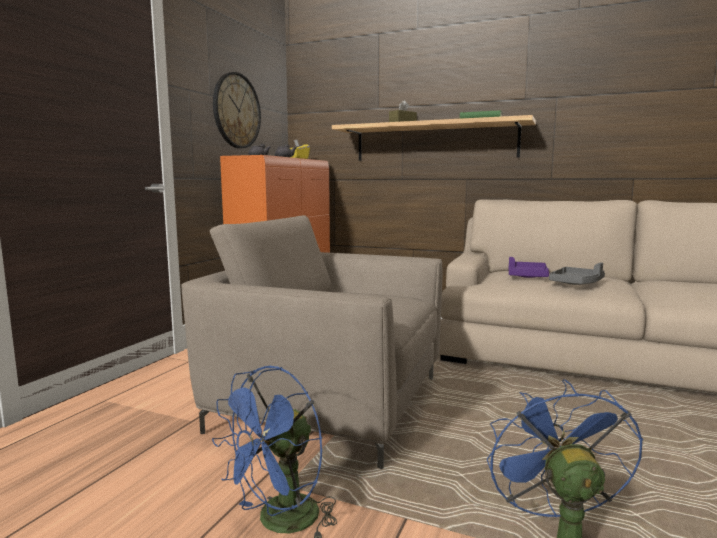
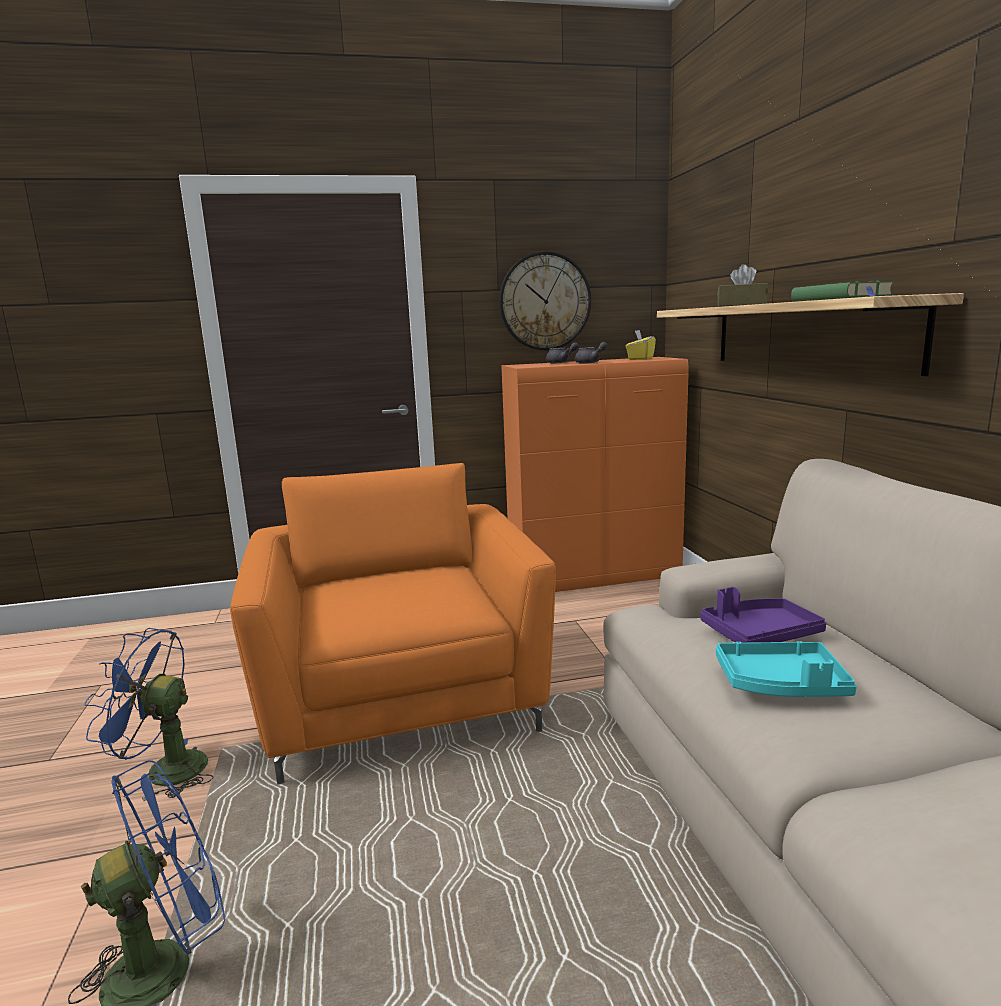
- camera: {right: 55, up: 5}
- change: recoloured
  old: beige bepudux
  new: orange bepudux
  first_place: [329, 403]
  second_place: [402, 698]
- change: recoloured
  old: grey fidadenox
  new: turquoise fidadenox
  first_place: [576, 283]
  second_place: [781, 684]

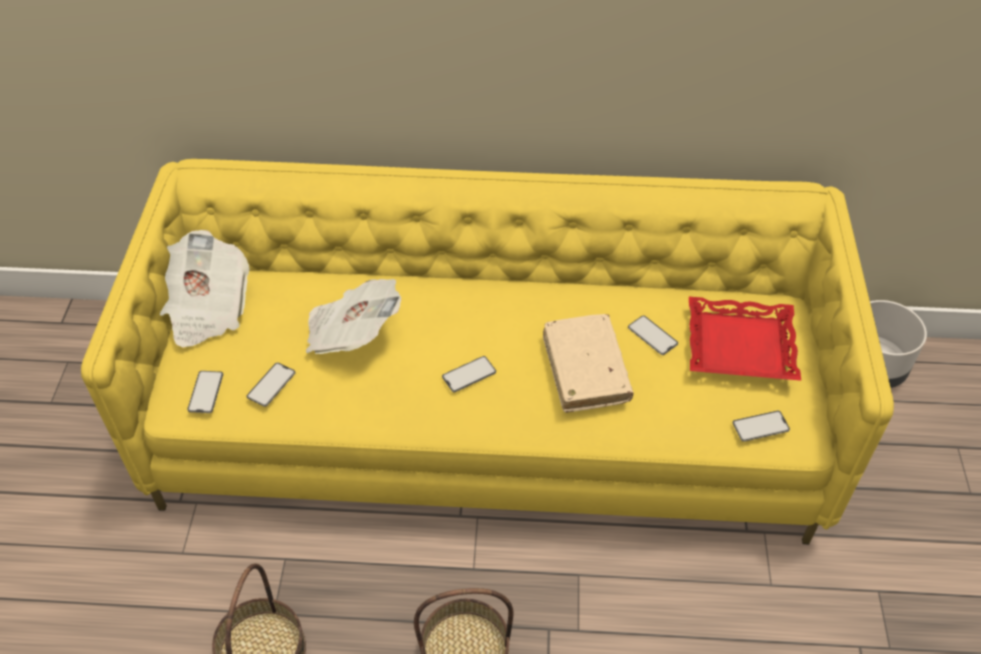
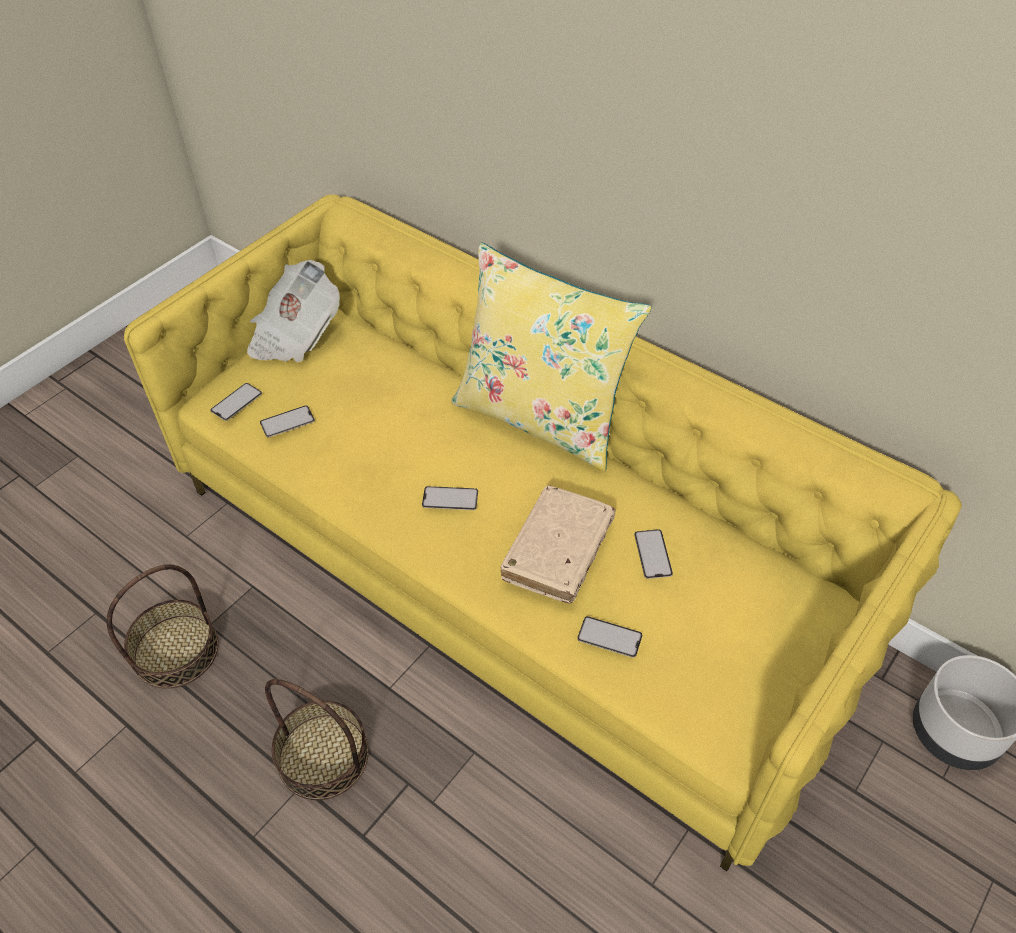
- camera: {right: 35, up: 0}
- change: removed
  old: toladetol
  first_place: [352, 334]
- change: removed
  old: red fidadenox
  first_place: [740, 345]
- change: added
  new: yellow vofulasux
  second_place: [541, 417]
- change: moved
  old: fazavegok
  first_place: [760, 426]
  second_place: [609, 637]

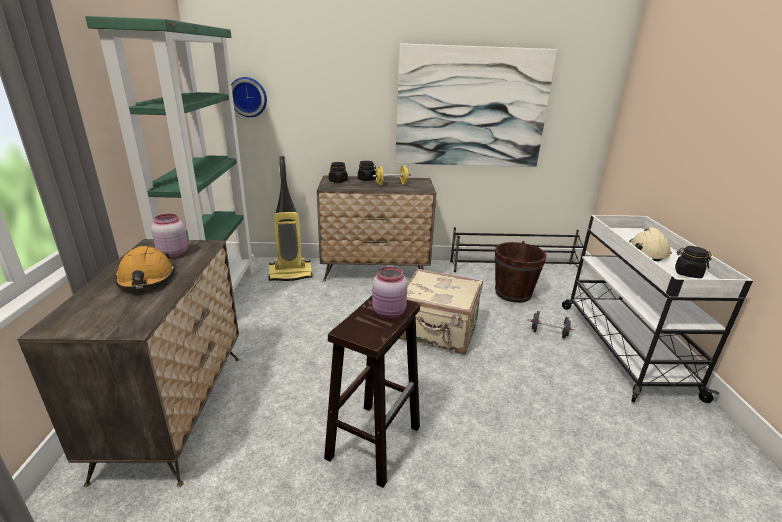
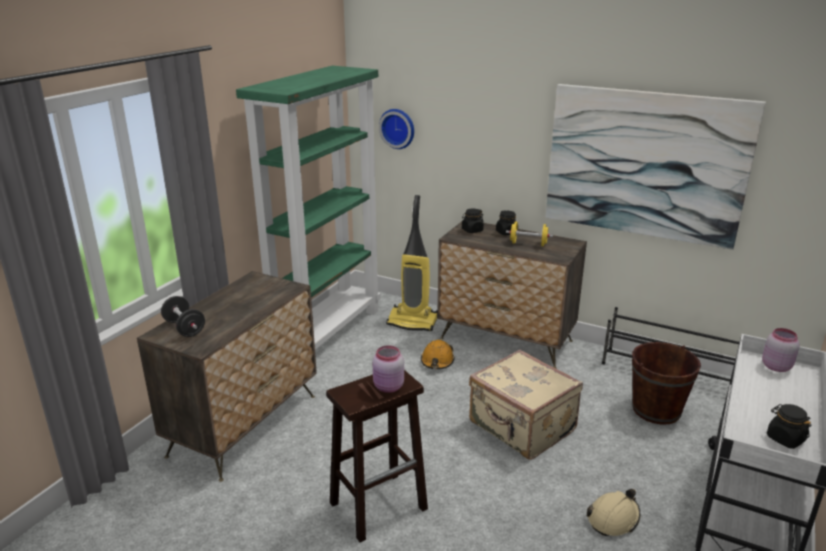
- camera: {right: 30, up: 0}
- change: moved
  old: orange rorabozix
  first_place: [146, 279]
  second_place: [437, 361]
- change: moved
  old: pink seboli
  first_place: [173, 253]
  second_place: [775, 366]
- change: moved
  old: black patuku
  first_place: [548, 333]
  second_place: [184, 328]
- change: moved
  old: beige rorabozix
  first_place: [647, 252]
  second_place: [613, 518]

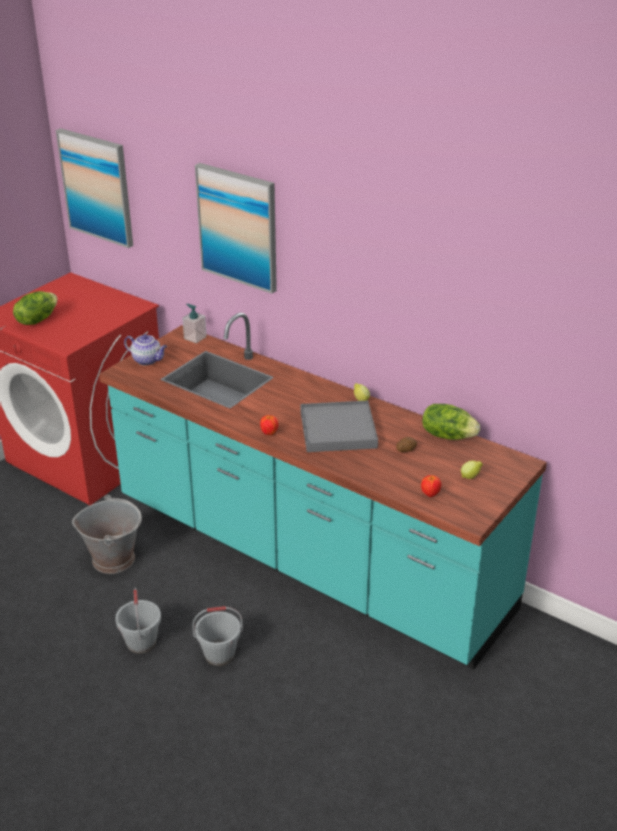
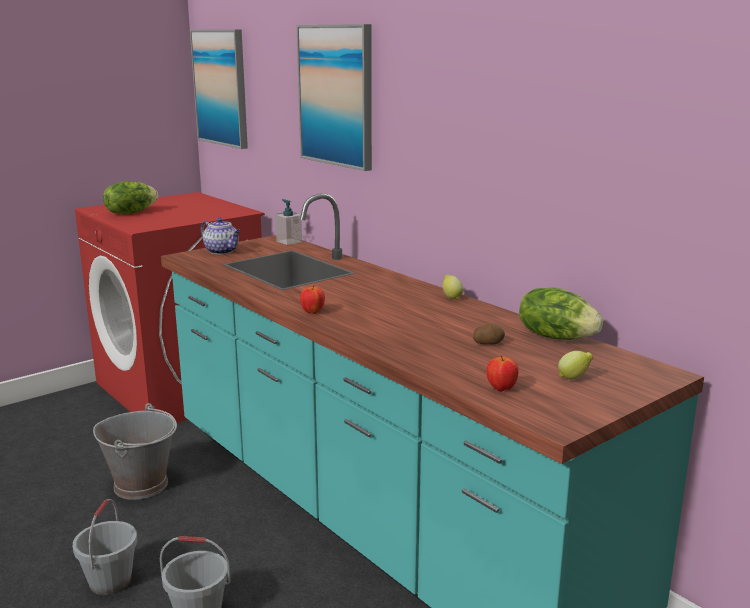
- camera: {right: 15, up: -15}
- change: removed
  old: grey fidadenox
  first_place: [337, 430]

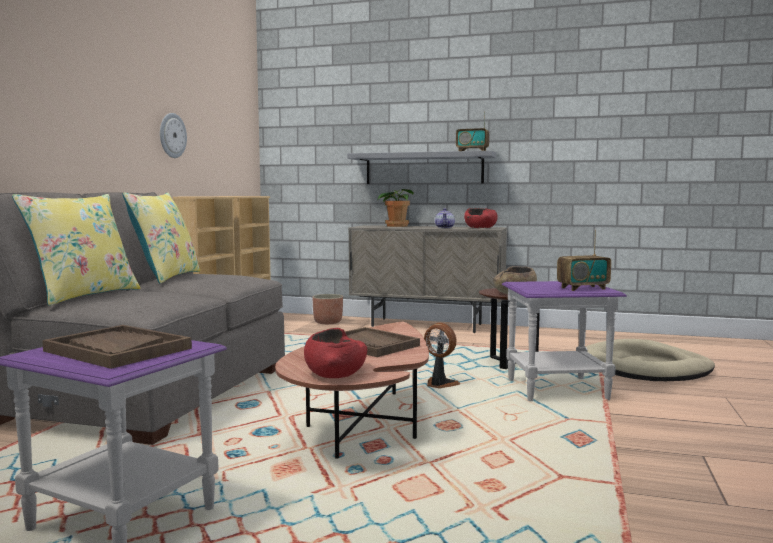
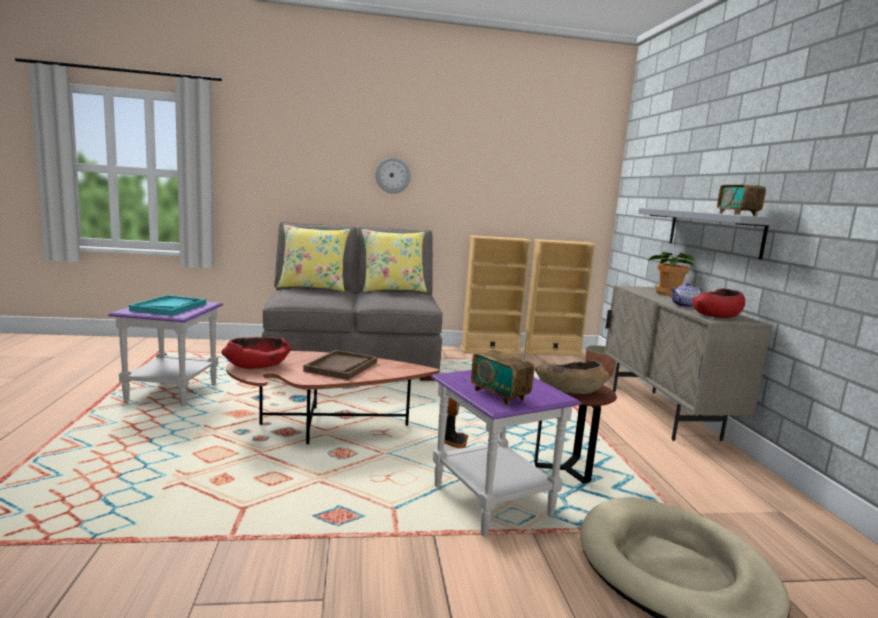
- camera: {right: 65, up: 5}
- change: moved
  old: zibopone
  first_place: [172, 135]
  second_place: [393, 175]
- change: recoloured
  old: brown fidadenox
  new: turquoise fidadenox
  first_place: [117, 350]
  second_place: [169, 307]

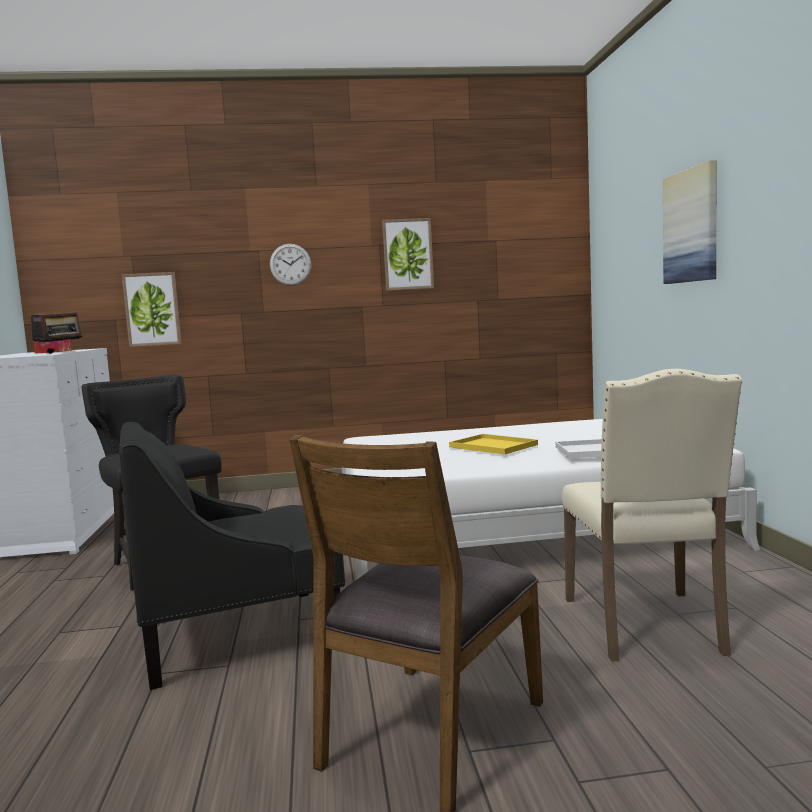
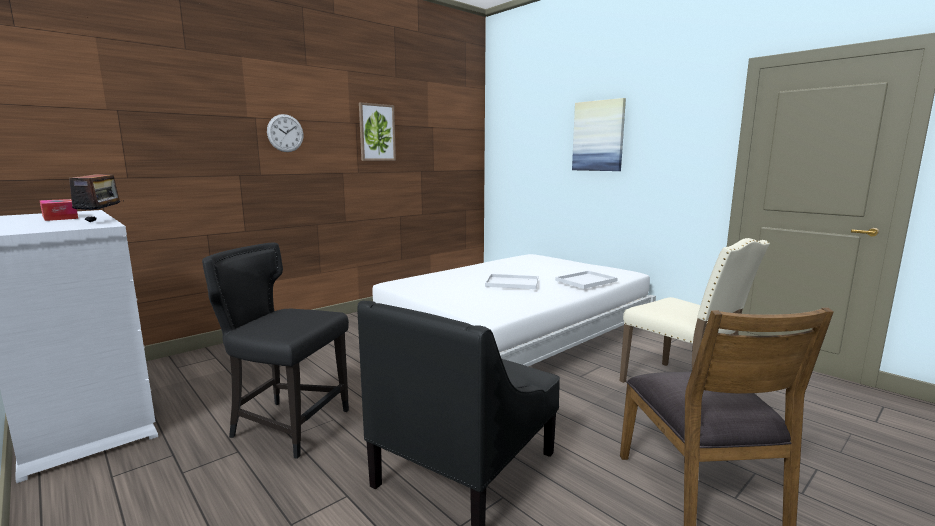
- camera: {right: -35, up: 5}
- change: removed
  old: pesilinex
  first_place: [152, 309]
- change: recoloured
  old: yellow fidadenox
  new: white fidadenox
  first_place: [494, 446]
  second_place: [513, 283]

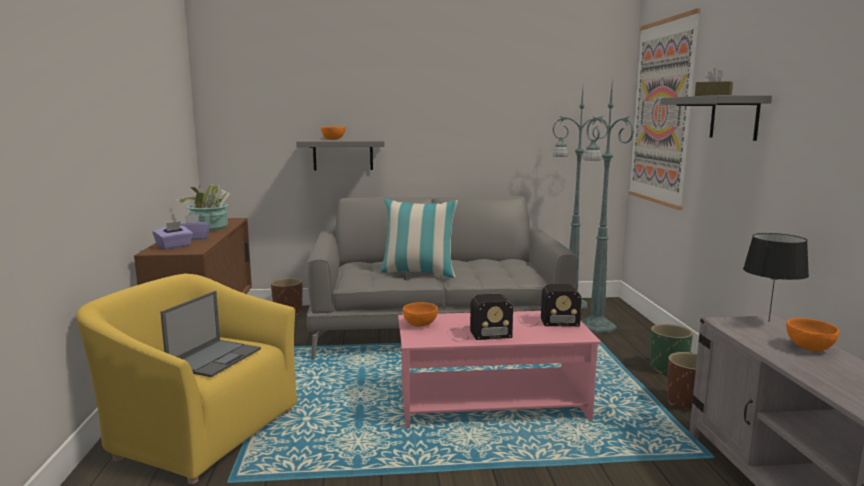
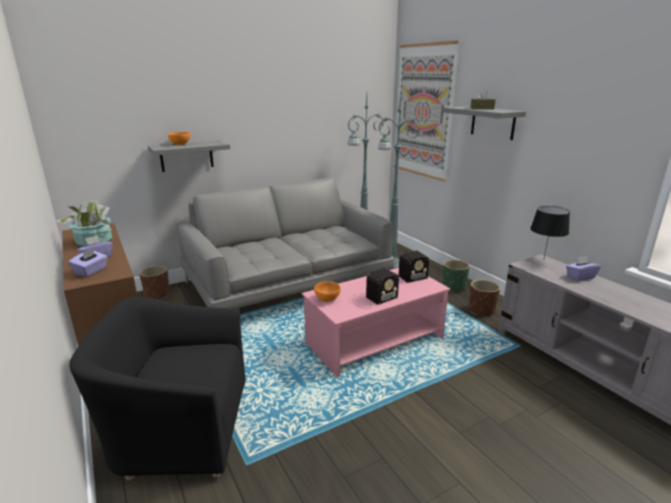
- camera: {right: -25, up: 10}
- change: removed
  old: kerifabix
  first_place: [215, 358]
- change: removed
  old: vofulasux
  first_place: [418, 273]
- change: replaced
  old: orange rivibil
  new: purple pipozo
  first_place: [809, 348]
  second_place: [580, 277]
- change: recoloured
  old: yellow bepudux
  new: black bepudux
  first_place: [199, 431]
  second_place: [180, 427]

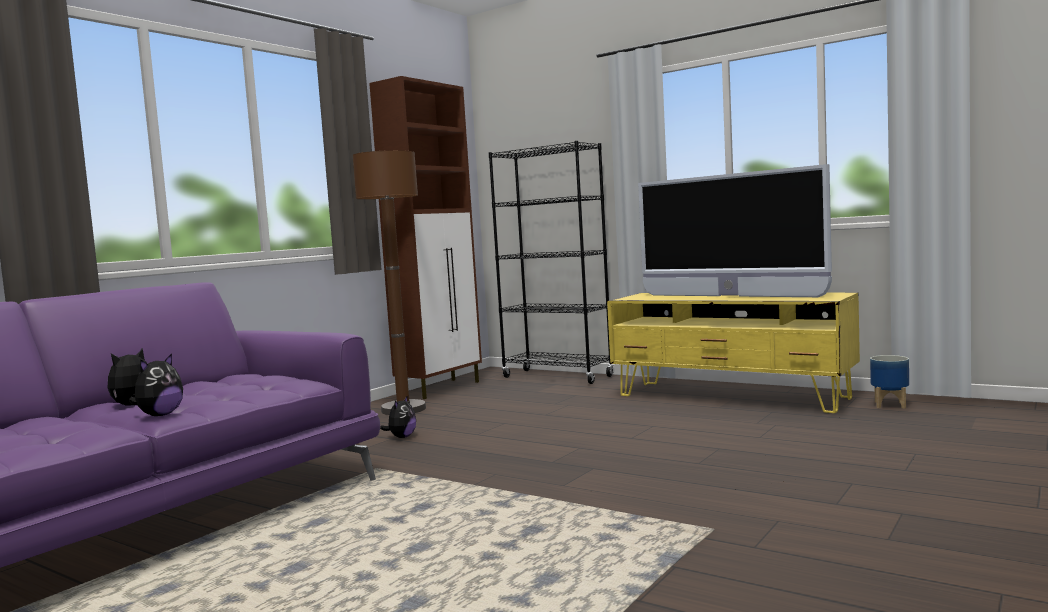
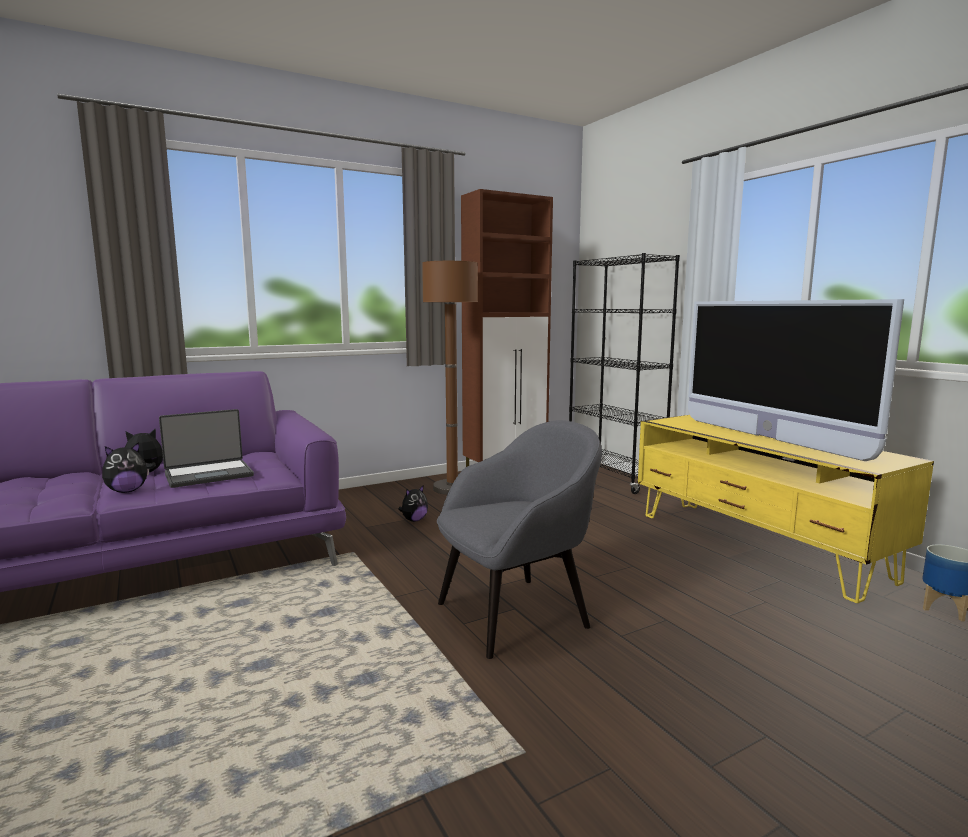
- camera: {right: 25, up: 5}
- change: added
  new: kerifabix
  second_place: [209, 474]
- change: added
  new: grey bepudux
  second_place: [515, 613]

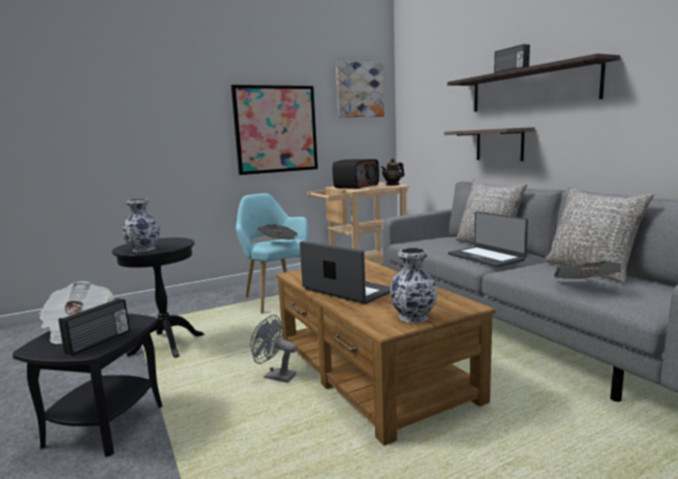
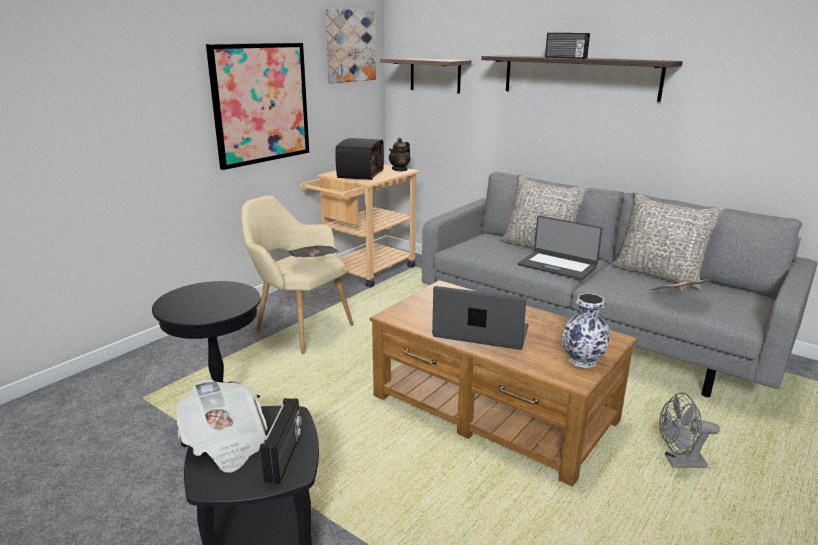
- camera: {right: -25, up: 10}
- change: removed
  old: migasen
  first_place: [144, 249]
- change: moved
  old: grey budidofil
  first_place: [275, 376]
  second_place: [679, 462]
- change: moved
  old: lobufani
  first_place: [499, 144]
  second_place: [435, 75]
- change: recoloured
  old: turquoise bepudux
  new: beige bepudux
  first_place: [276, 298]
  second_place: [298, 328]

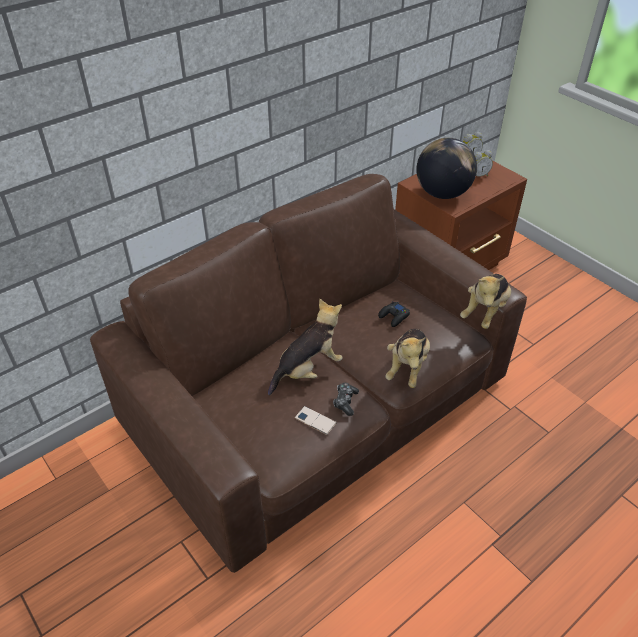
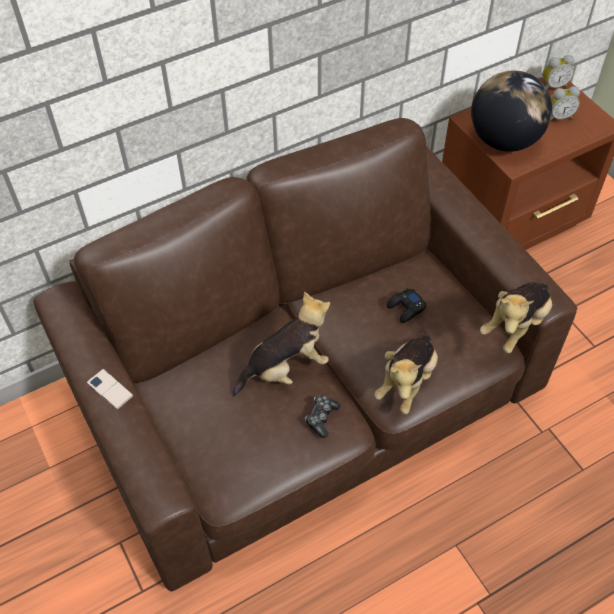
- camera: {right: 10, up: 10}
- change: moved
  old: fazavegok
  first_place: [315, 420]
  second_place: [110, 389]

